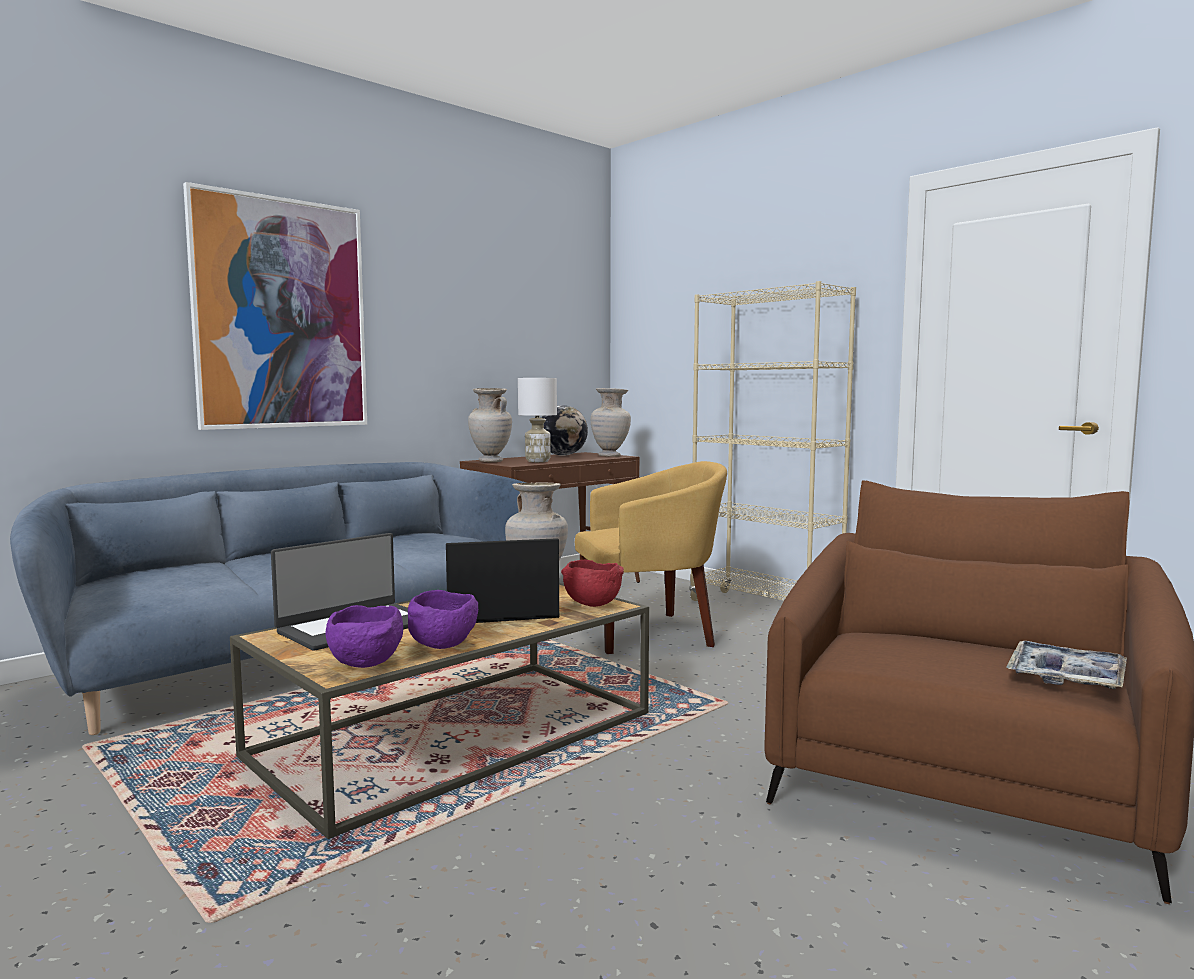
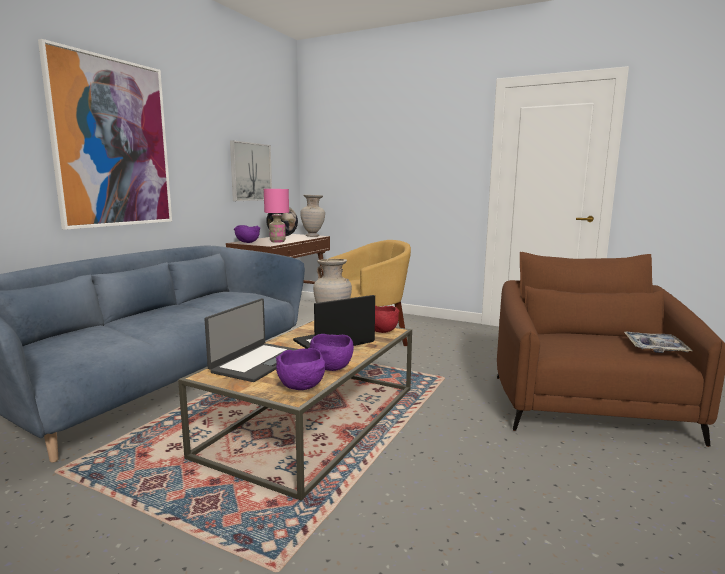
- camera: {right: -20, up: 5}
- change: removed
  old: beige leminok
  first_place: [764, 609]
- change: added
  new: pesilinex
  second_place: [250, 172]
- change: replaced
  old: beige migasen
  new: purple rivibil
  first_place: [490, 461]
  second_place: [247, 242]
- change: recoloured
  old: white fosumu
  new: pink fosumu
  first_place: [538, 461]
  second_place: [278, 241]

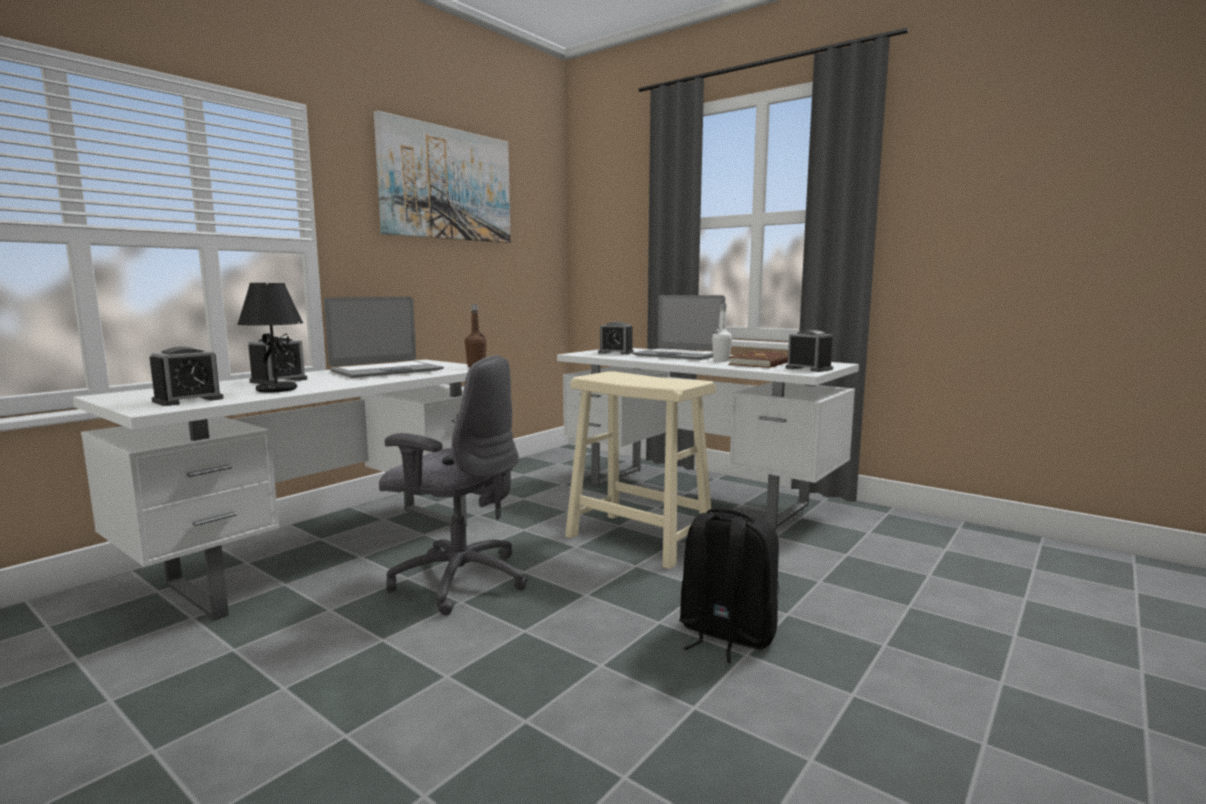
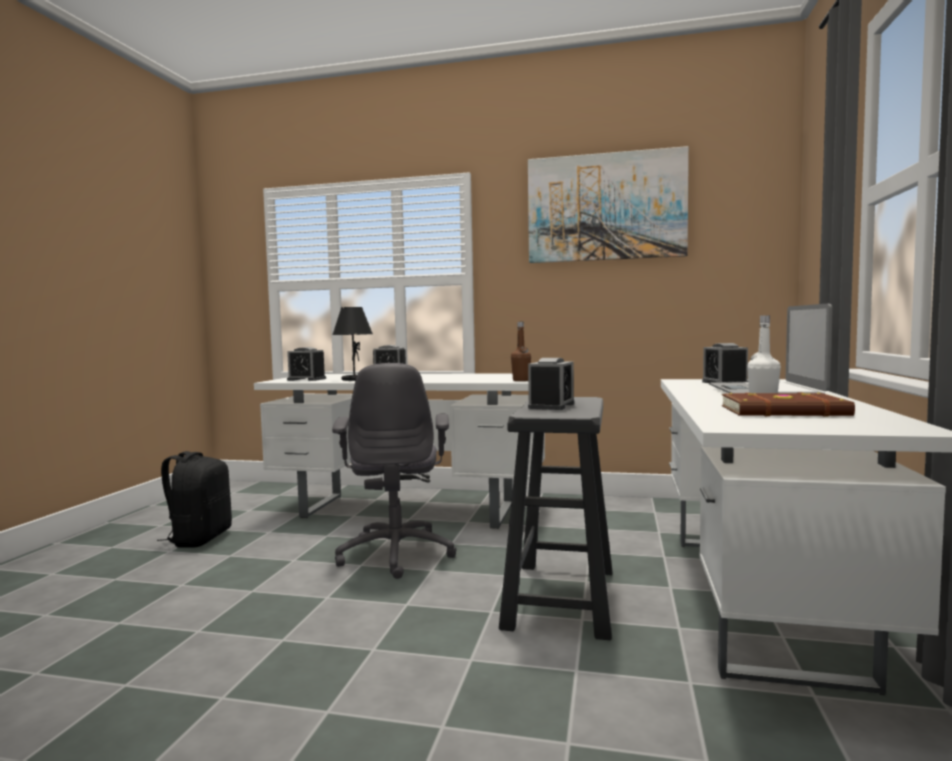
- camera: {right: 65, up: -5}
- change: removed
  old: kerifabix
  first_place: [386, 371]
- change: moved
  old: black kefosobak
  first_place: [725, 634]
  second_place: [199, 539]
- change: moved
  old: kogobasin
  first_place: [809, 369]
  second_place: [551, 406]
- change: recoloured
  old: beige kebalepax
  new: black kebalepax
  first_place: [638, 539]
  second_place: [561, 597]

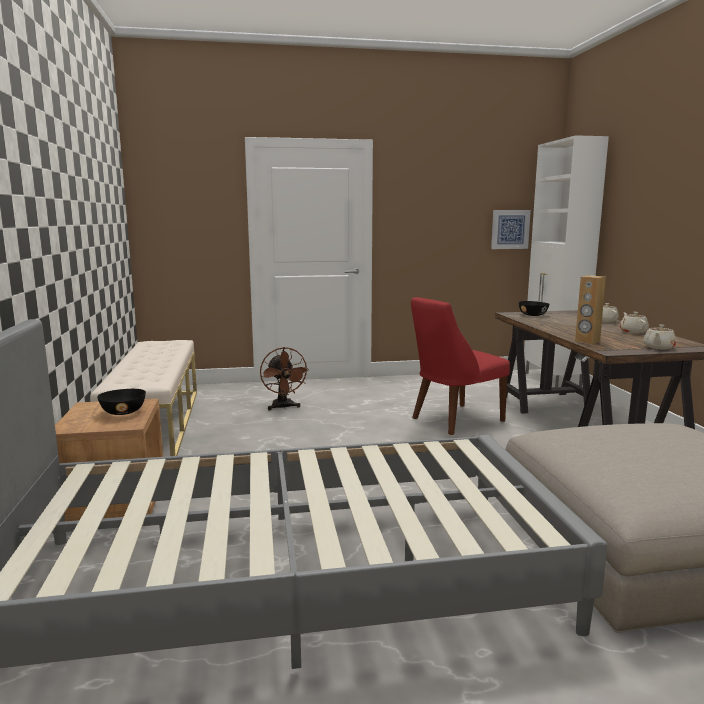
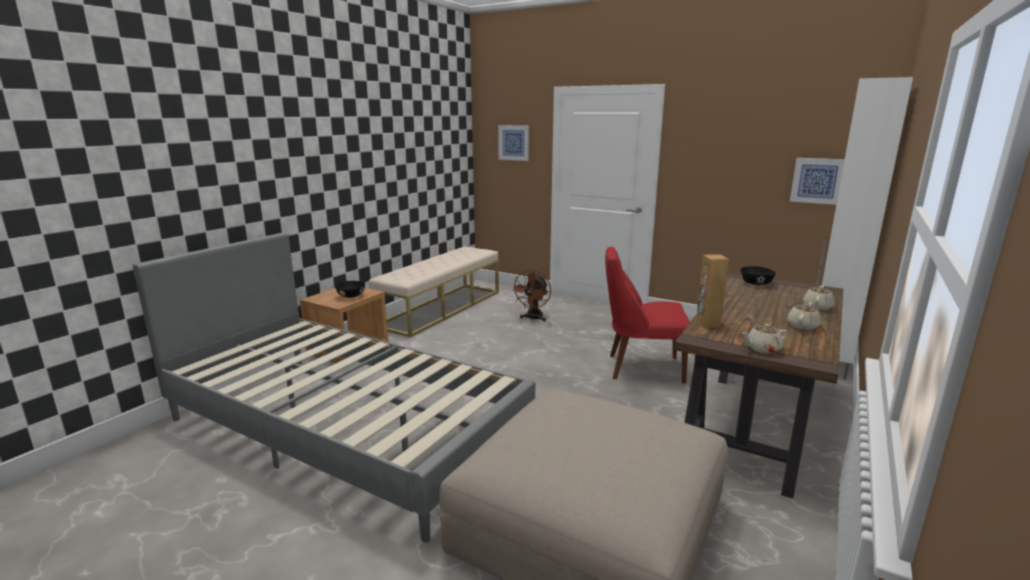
- camera: {right: 40, up: 5}
- change: added
  new: pesilinex
  second_place: [514, 142]

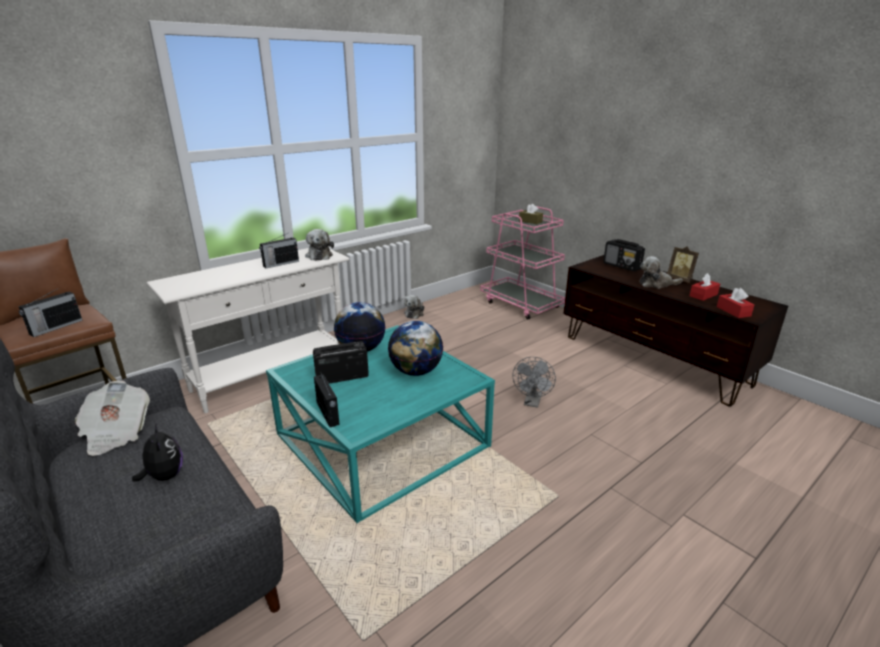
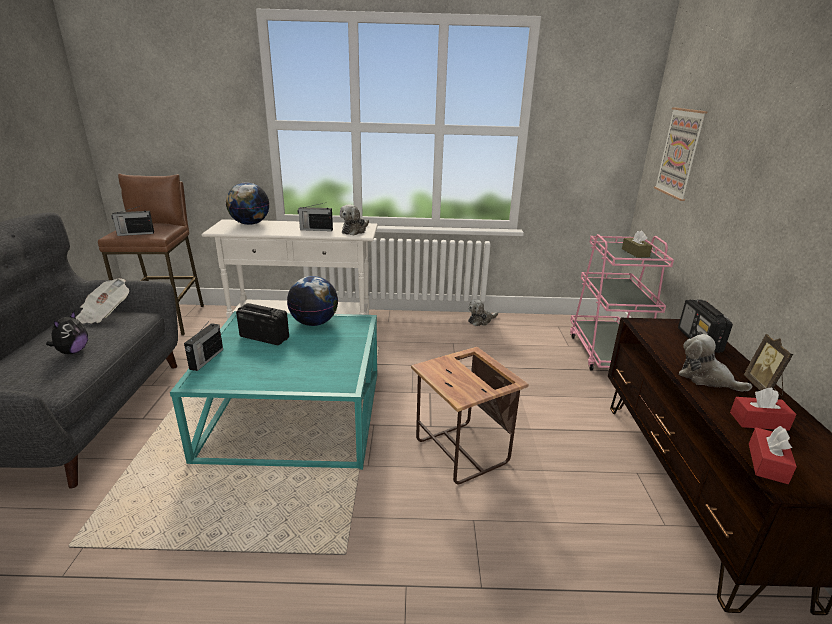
- camera: {right: 40, up: 0}
- change: added
  new: pesilinex
  second_place: [680, 153]
- change: moved
  old: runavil
  first_place: [415, 372]
  second_place: [250, 224]
- change: replaced
  old: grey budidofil
  new: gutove
  first_place: [532, 402]
  second_place: [462, 453]

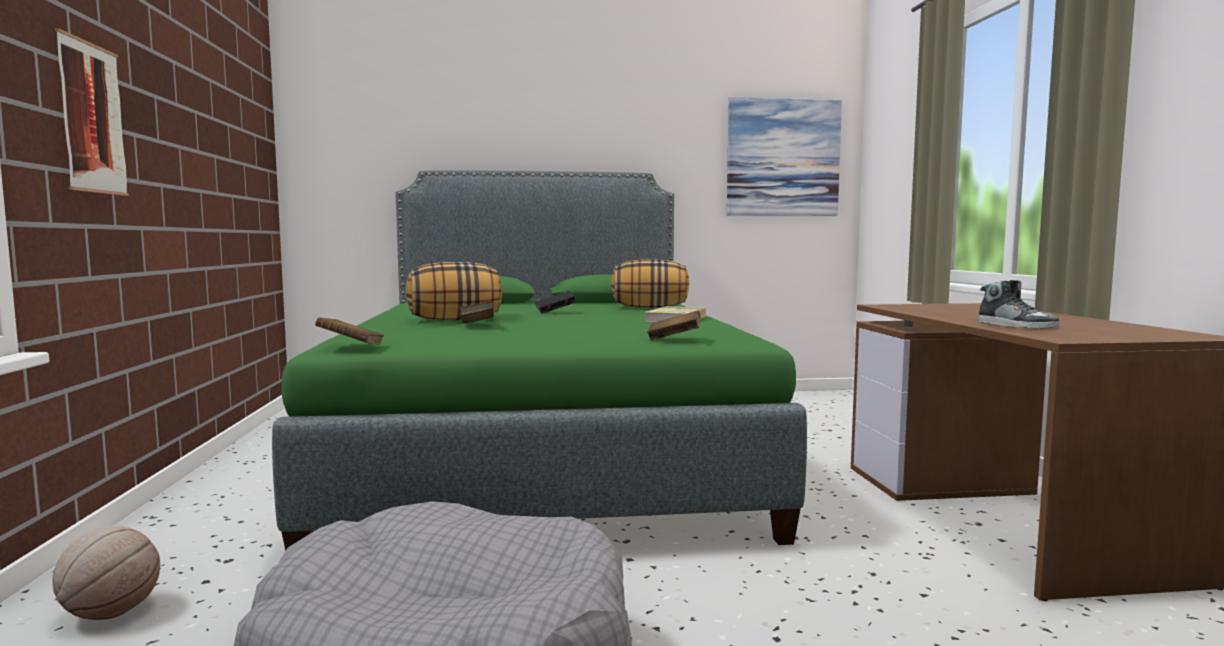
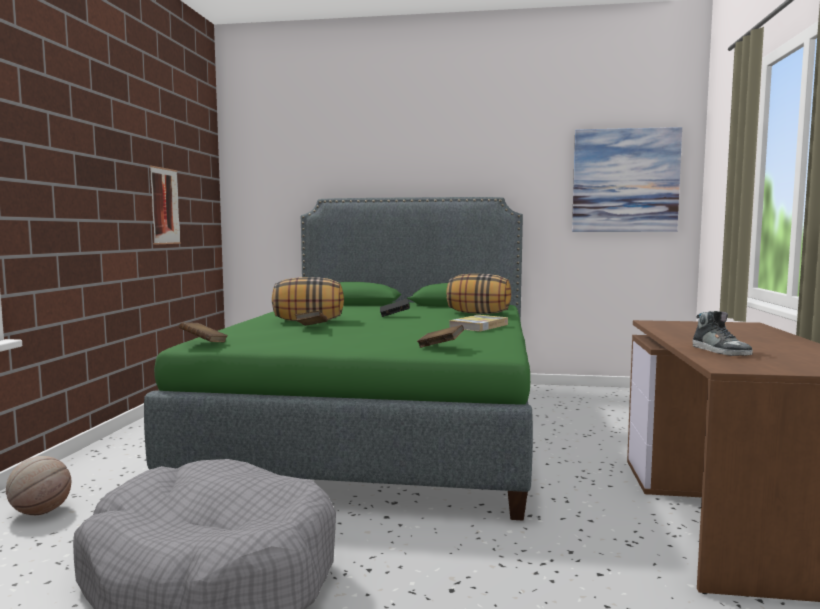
- camera: {right: 15, up: 0}
- change: moved
  old: pesilinex
  first_place: [92, 118]
  second_place: [165, 206]

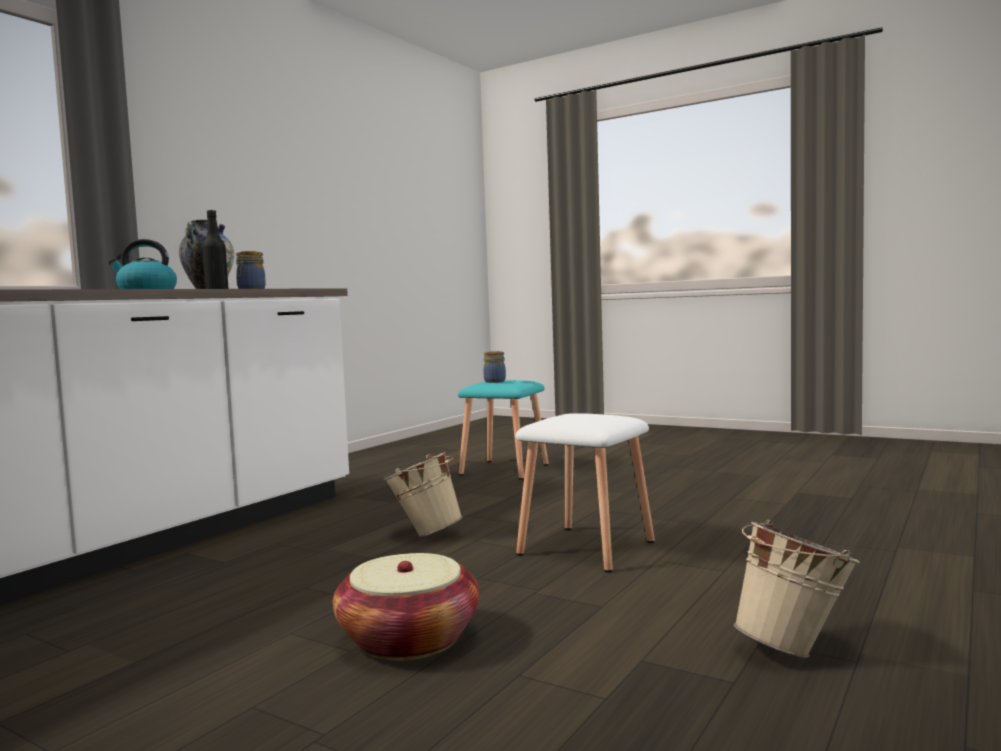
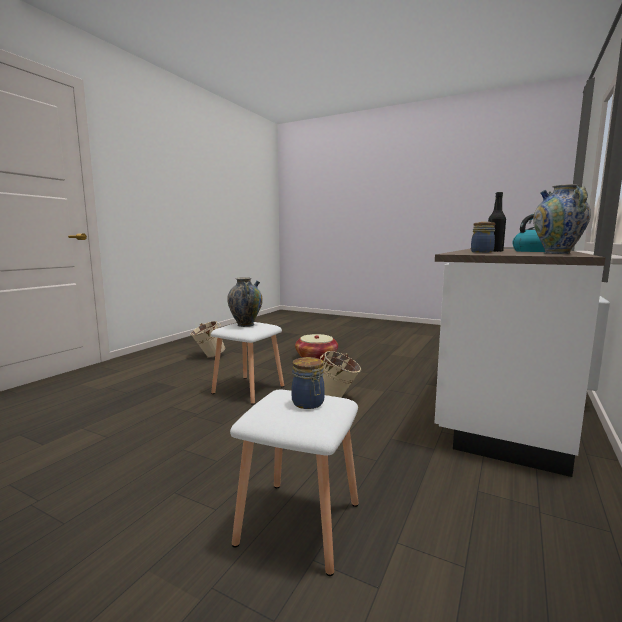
- camera: {right: 175, up: 5}
- change: added
  new: migasen
  second_place: [245, 325]
- change: recoloured
  old: turquoise kebalepax
  new: white kebalepax
  first_place: [504, 469]
  second_place: [299, 525]

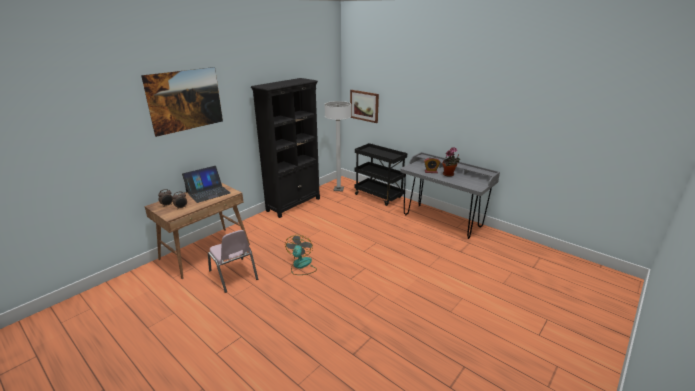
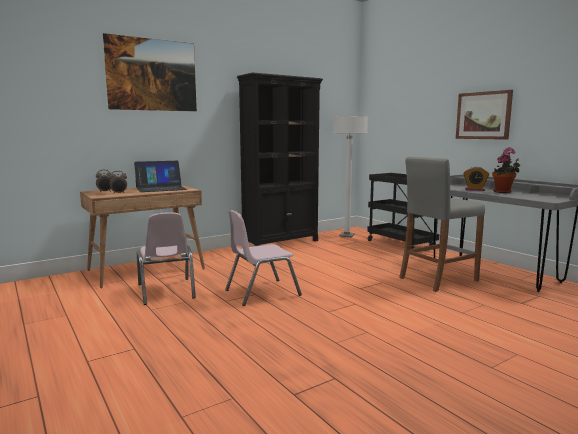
- camera: {right: 15, up: -15}
- change: added
  new: grey kebalepax
  second_place: [438, 279]
- change: moved
  old: pesilinex
  first_place: [364, 106]
  second_place: [483, 115]
- change: replaced
  old: budidofil
  new: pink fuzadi
  first_place: [301, 266]
  second_place: [261, 292]

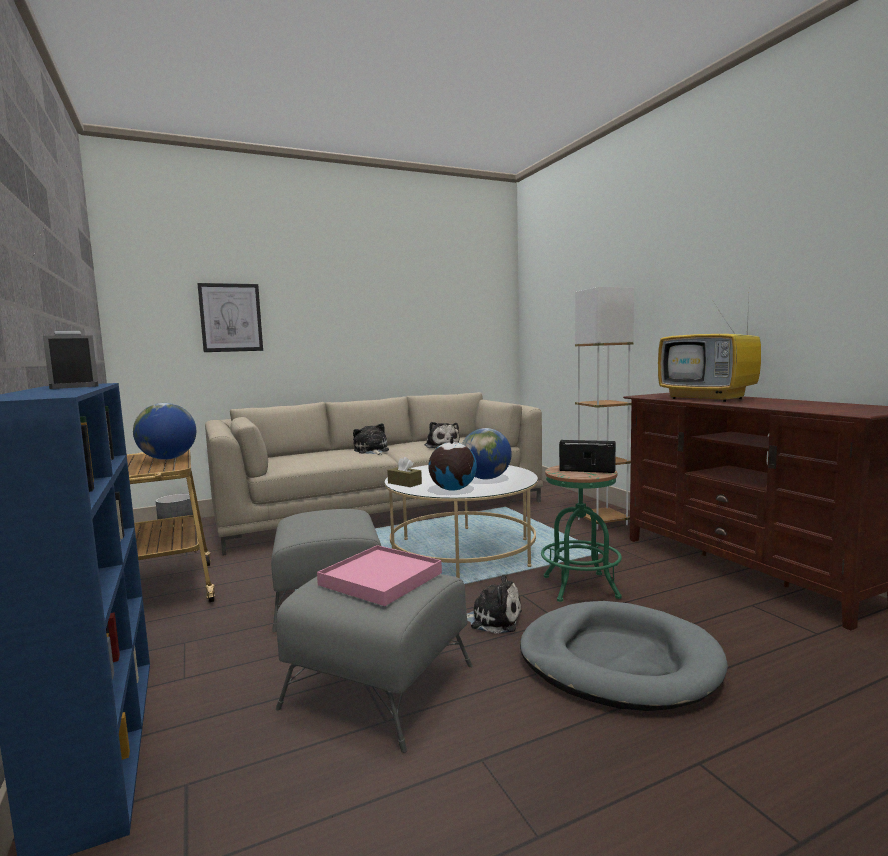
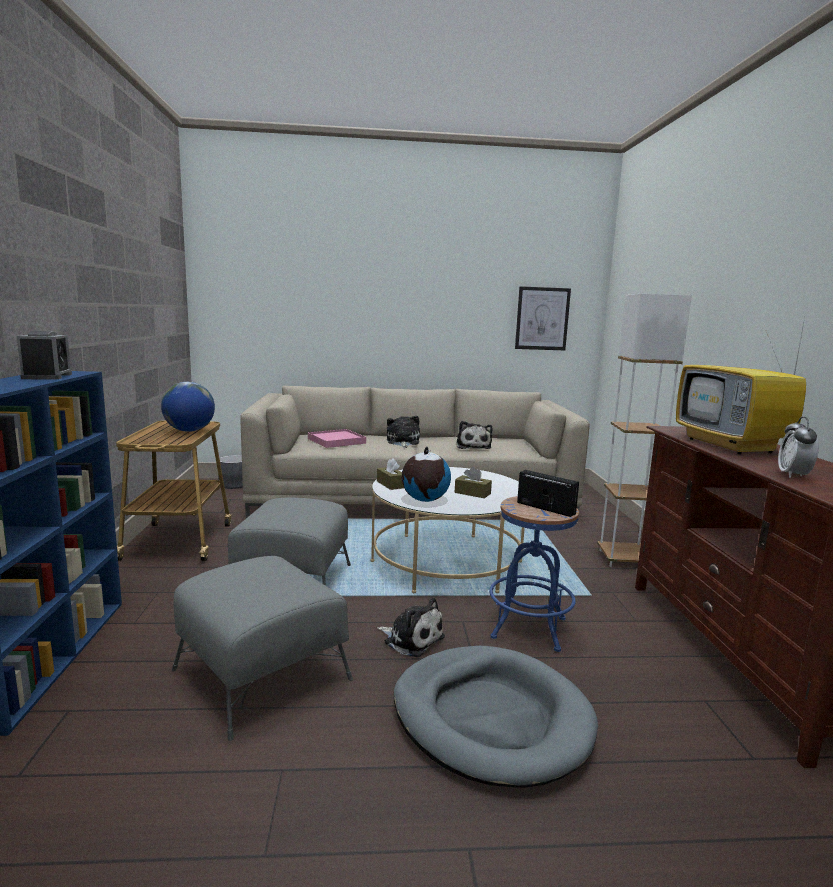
- camera: {right: 20, up: 5}
- change: added
  new: kogobasin
  second_place: [793, 475]
- change: moved
  old: pesilinex
  first_place: [231, 317]
  second_place: [542, 318]
- change: moved
  old: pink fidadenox
  first_place: [380, 579]
  second_place: [336, 441]
- change: replaced
  old: runavil
  new: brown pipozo
  first_place: [486, 478]
  second_place: [472, 493]
- change: recoloured
  old: green kebalepax
  new: blue kebalepax
  first_place: [580, 587]
  second_place: [529, 628]

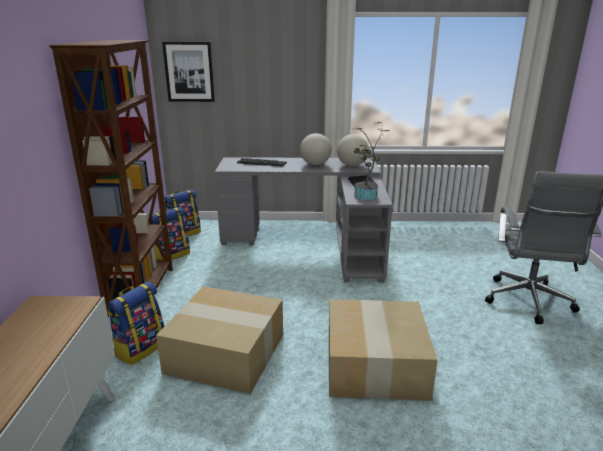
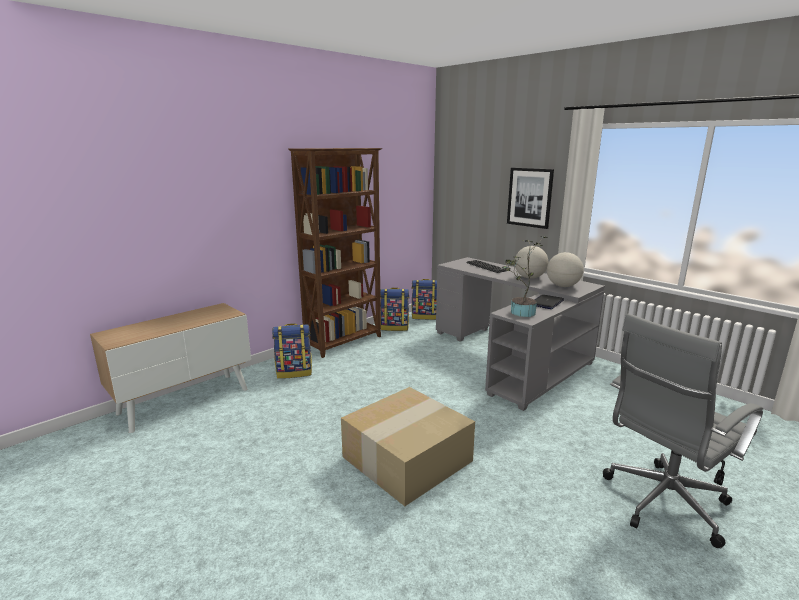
- camera: {right: 45, up: -5}
- change: removed
  old: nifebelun
  first_place: [228, 352]
- change: moved
  old: pesilinex
  first_place: [189, 72]
  second_place: [530, 197]

